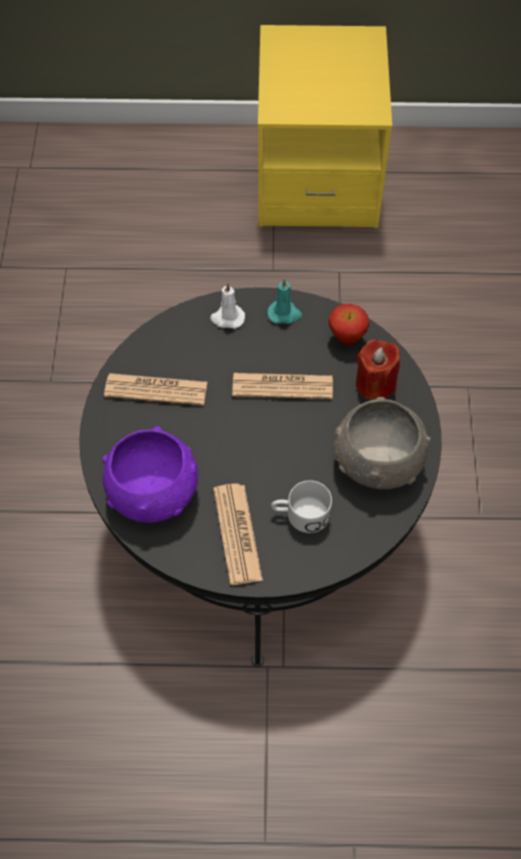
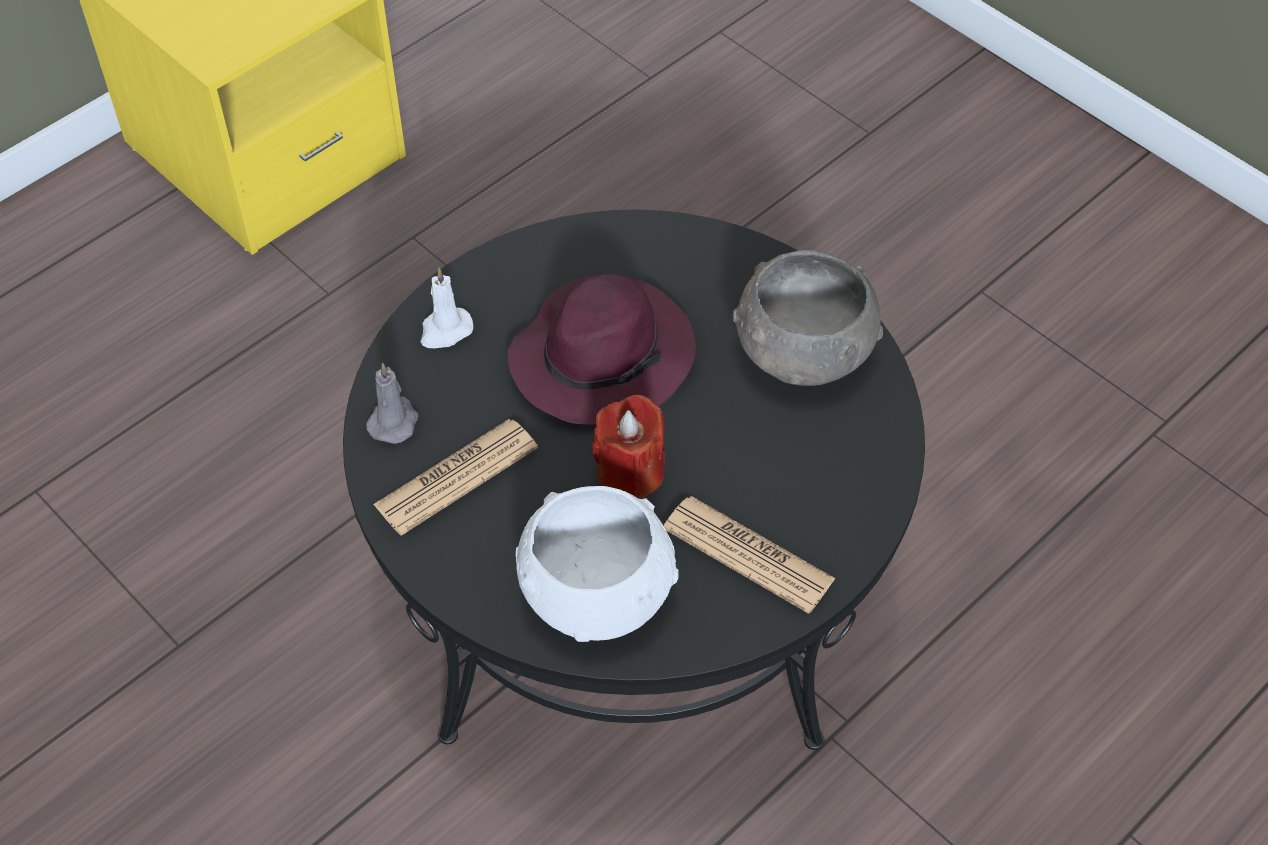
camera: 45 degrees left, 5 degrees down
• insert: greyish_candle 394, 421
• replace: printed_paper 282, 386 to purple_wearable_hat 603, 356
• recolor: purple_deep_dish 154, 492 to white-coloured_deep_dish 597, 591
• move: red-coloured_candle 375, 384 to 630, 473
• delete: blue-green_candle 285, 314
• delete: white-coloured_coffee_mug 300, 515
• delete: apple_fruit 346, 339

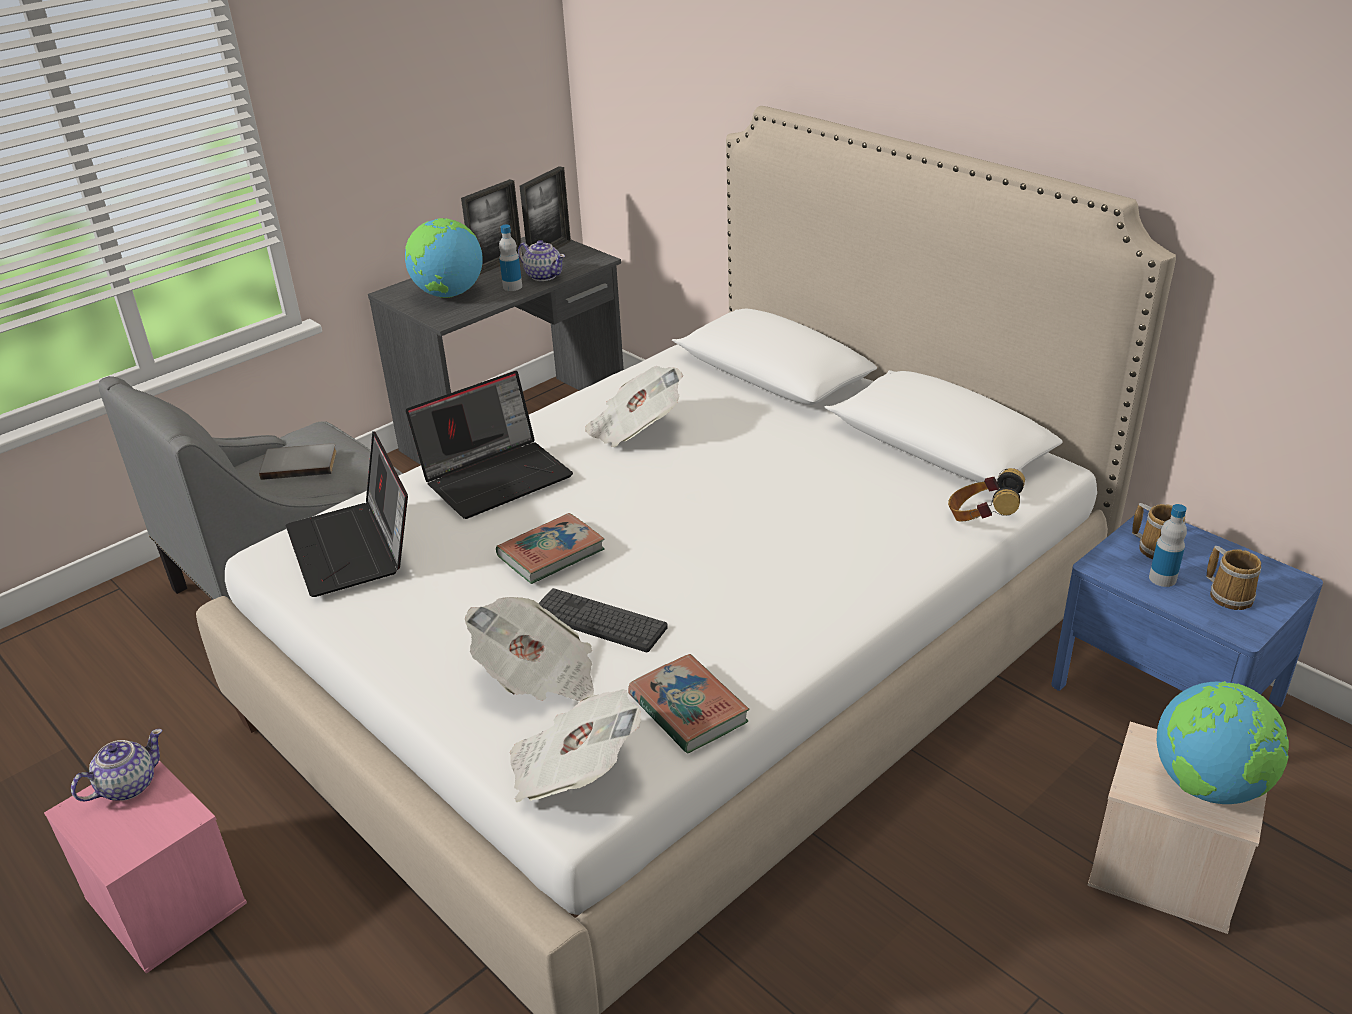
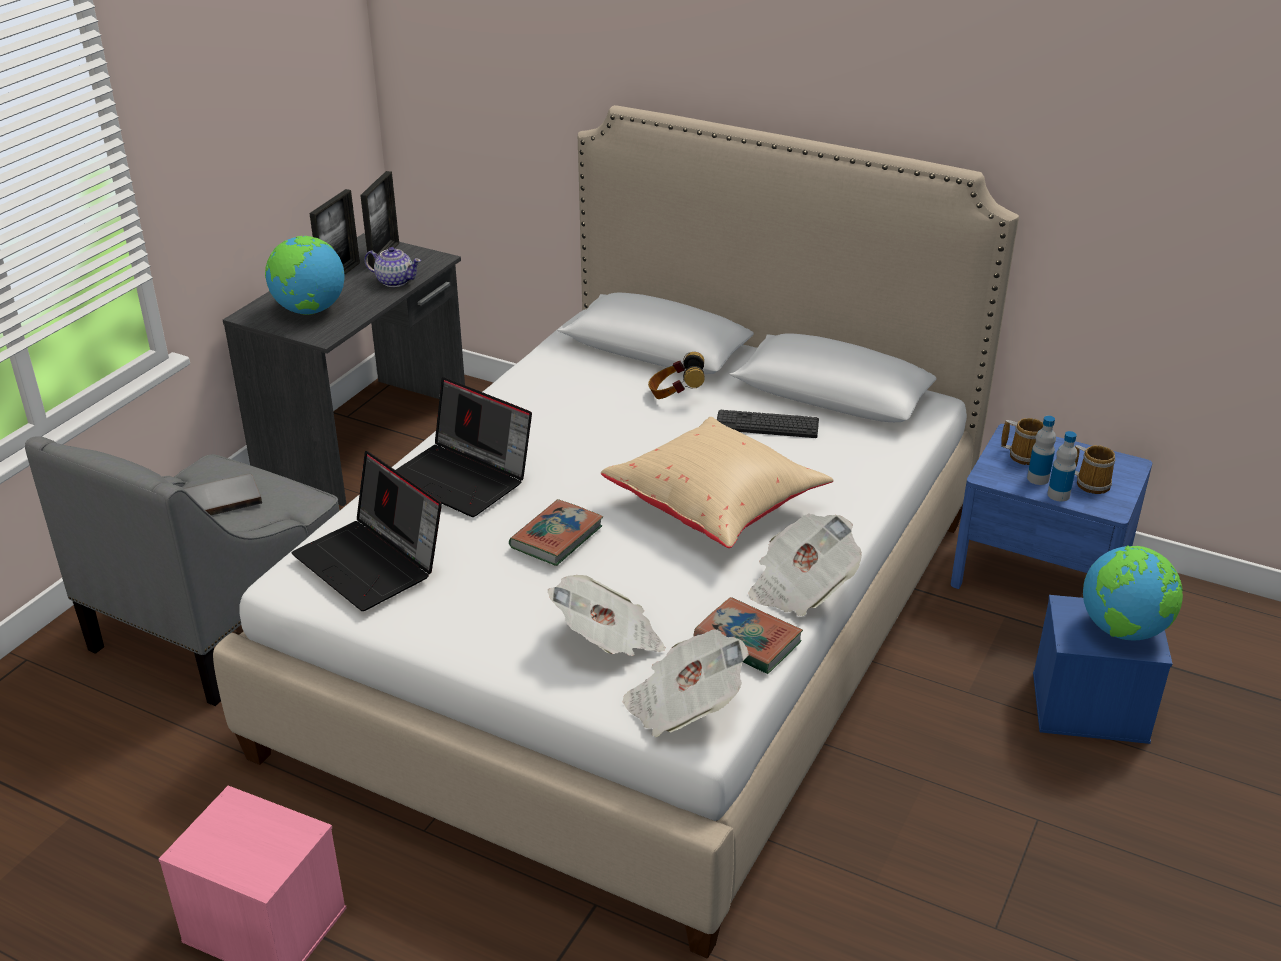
camera: 20 degrees left, 0 degrees up
• rotate: laptop 496, 476 = 463, 478 90 degrees clockwise
• insert: beige-coloured_pillow 716, 506
• move: headset 982, 518 to 675, 395
• move: PC_keyboard 598, 621 to 767, 425
• move: printed_paper 634, 429 to 800, 587
• recolor: beige-coloured_storage_bin 1162, 869 to blue-coloured_storage_bin 1088, 708
• move: bottle 512, 287 to 1058, 495
• delete: pot_for_tea 127, 786

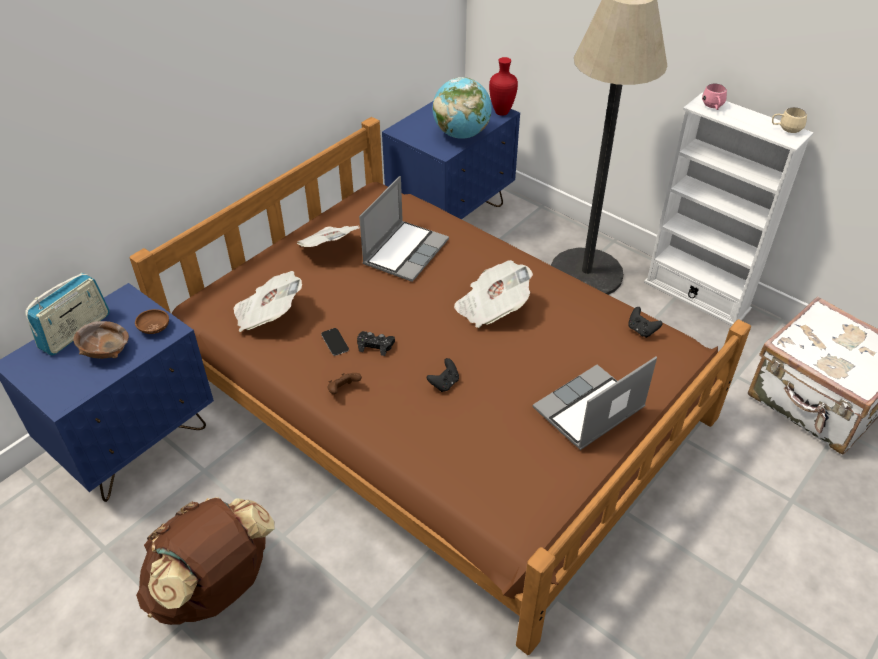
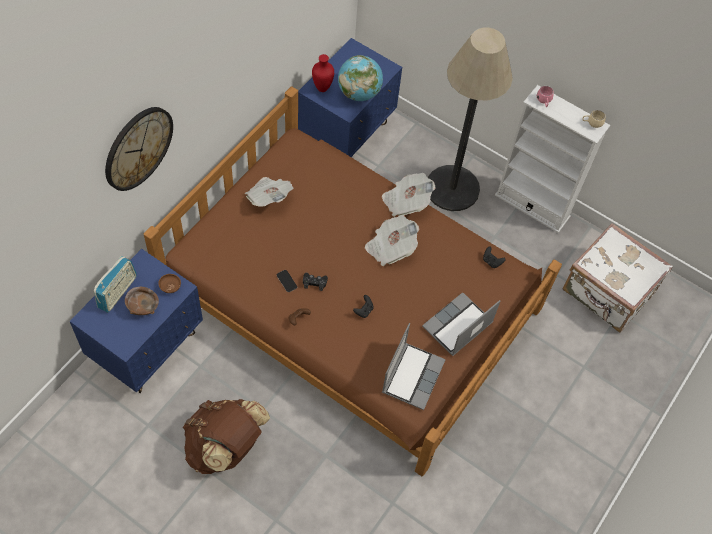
camera: 10 degrees left, 15 degrees up
• insert: hanging_clock 138, 148
• move: red-coloured_flower_vase 500, 112 to 321, 88
• move: printed_paper 268, 315 to 406, 202
• move: laptop 405, 251 to 412, 375

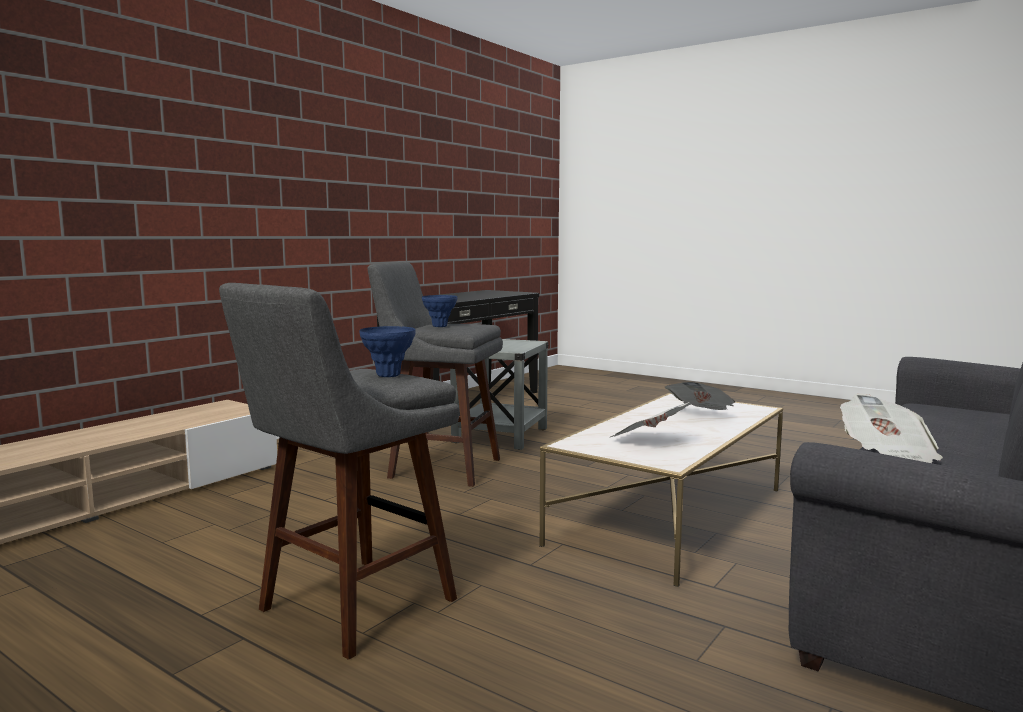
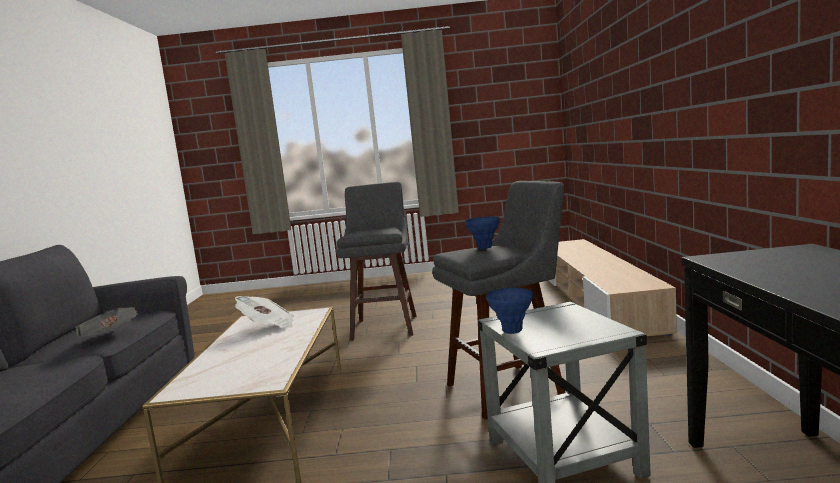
camera: 145 degrees right, 0 degrees up
• move: blue-coloured_flower_vase 388, 375 to 512, 331
• delete: printed_paper 701, 415

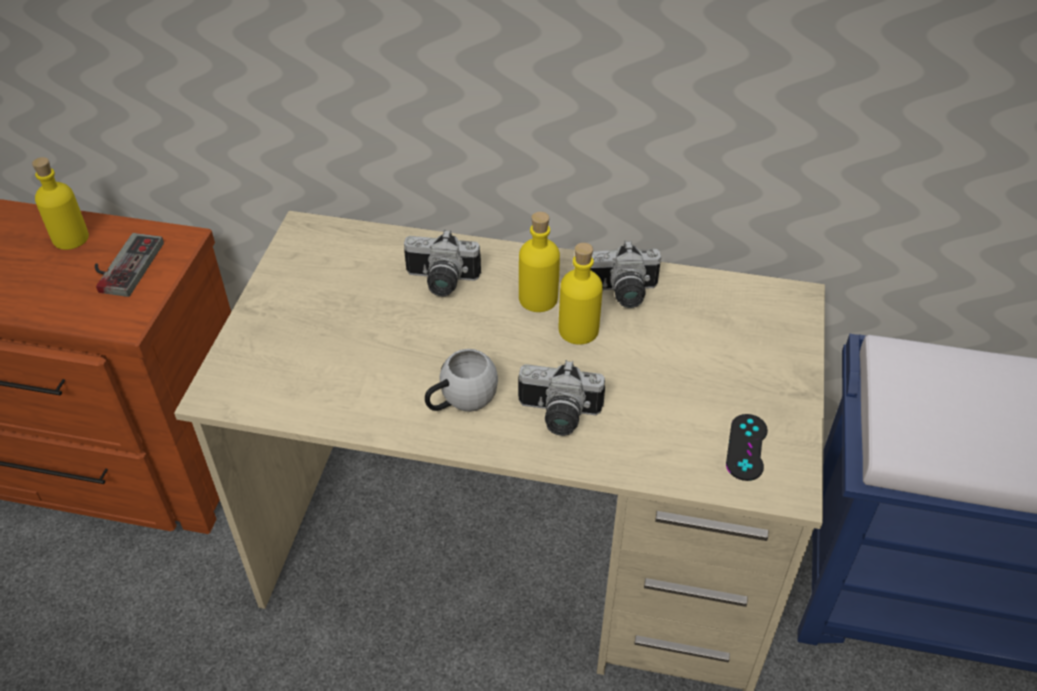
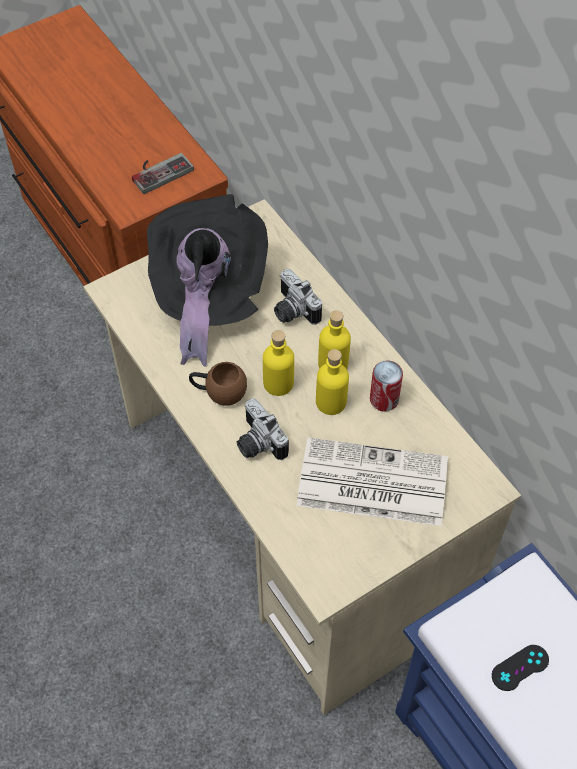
camera: 45 degrees right, 10 degrees up
• insert: blackish_wearable_hat 207, 297
• recolor: white-coloured_coffee_mug 460, 401 to brown-coloured_coffee_mug 219, 392
• move: yellow-coloured_bottle 71, 238 to 278, 383
• insert: printed_paper 370, 483
• replace: still_camera 621, 294 to sealed_can 384, 399
• move: blackish_gamepad 746, 447 to 520, 668

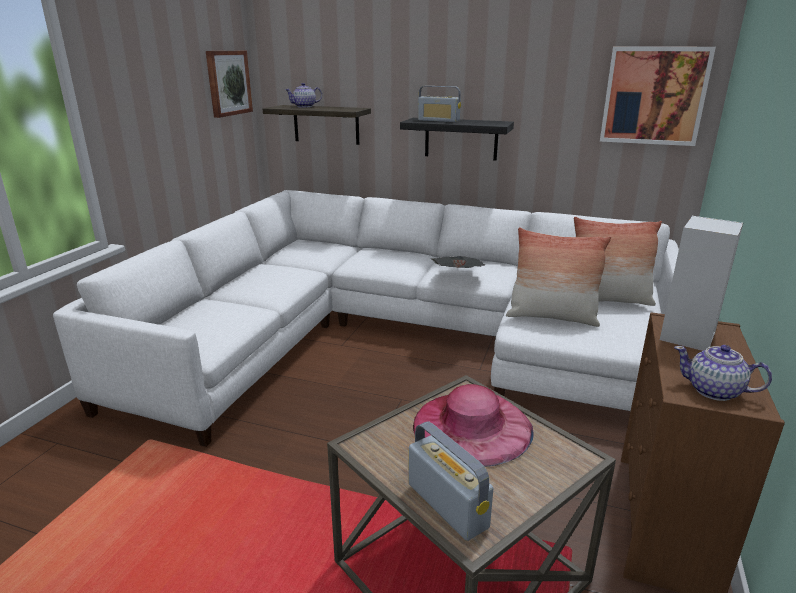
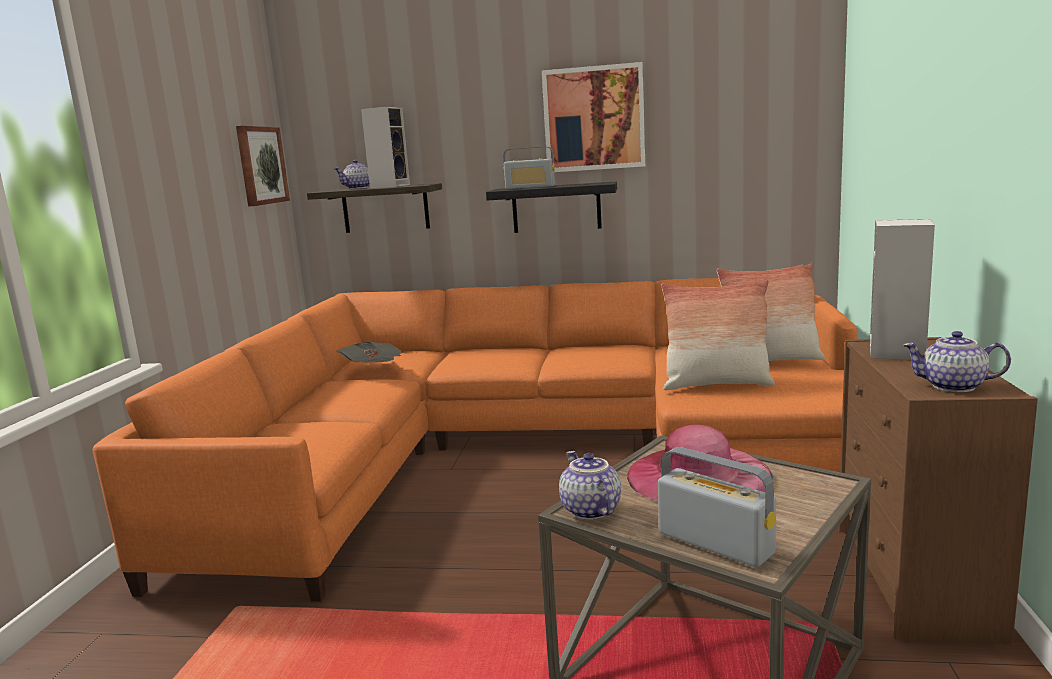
camera: 10 degrees left, 10 degrees down
• recolor: white-coloured_couch 401, 338 to orangey_couch 523, 452
• move: printed_paper 457, 276 to 374, 370
• insert: audio_speaker 390, 186
• move: wall_picture 653, 96 to 594, 118
• insert: pot_for_tea 589, 510

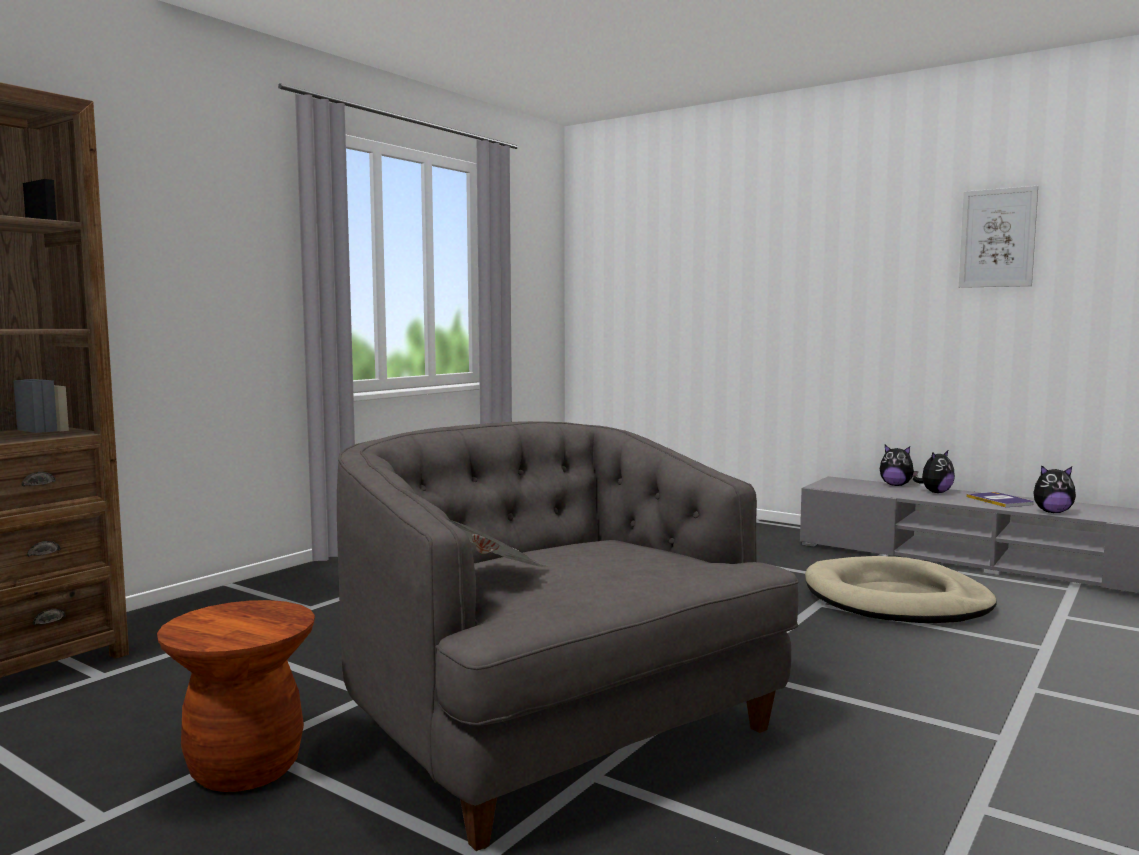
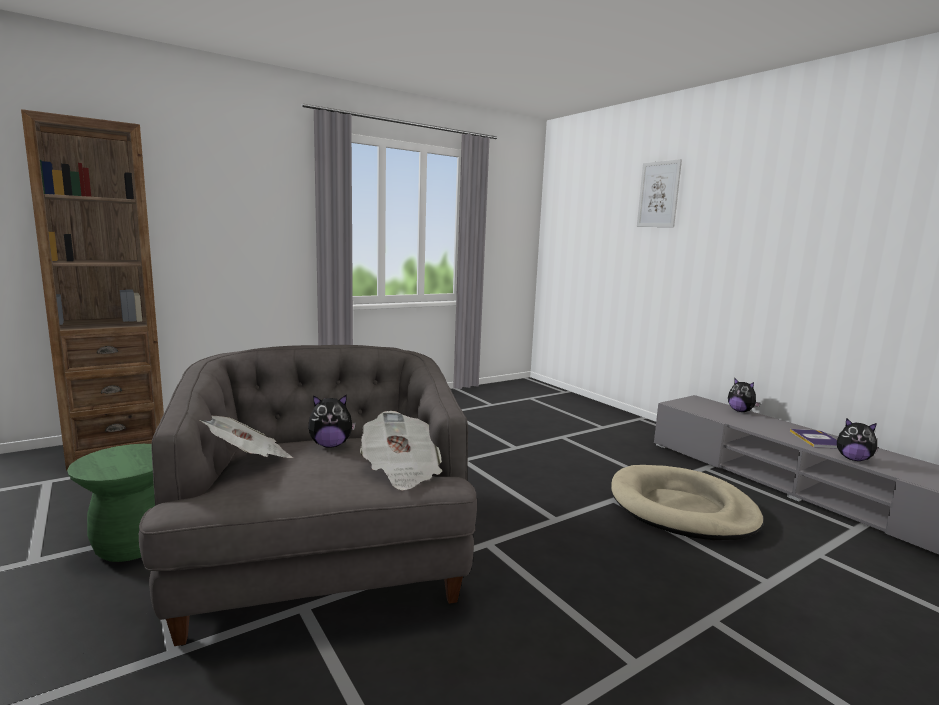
camera: 20 degrees right, 5 degrees up
• recolor: brown-coloured_stool_seat 245, 768 to green_stool_seat 132, 546
• move: cuddly_toy 935, 492 to 331, 445
• insert: printed_paper 401, 470
• move: wall_picture 997, 238 to 658, 194

